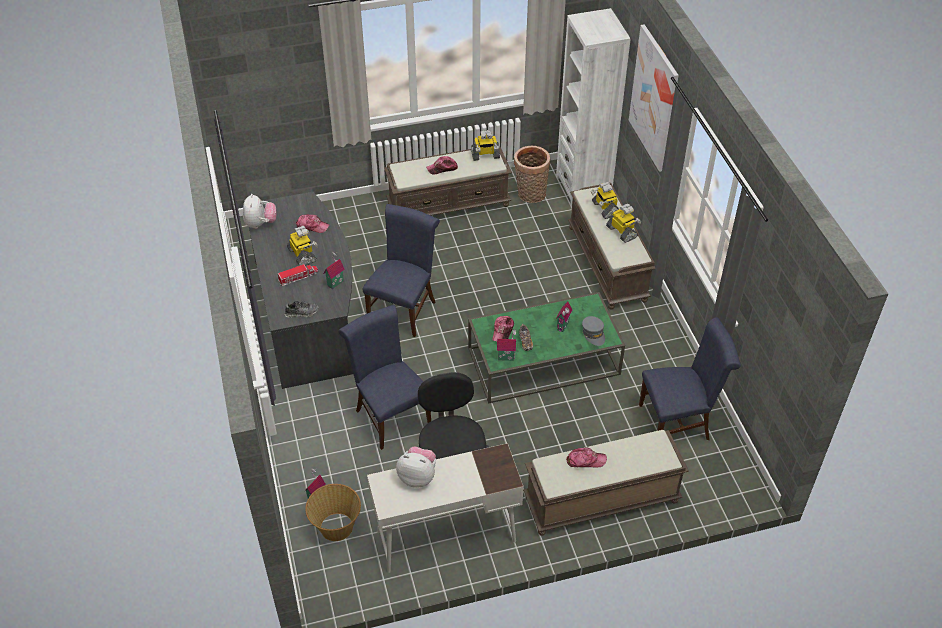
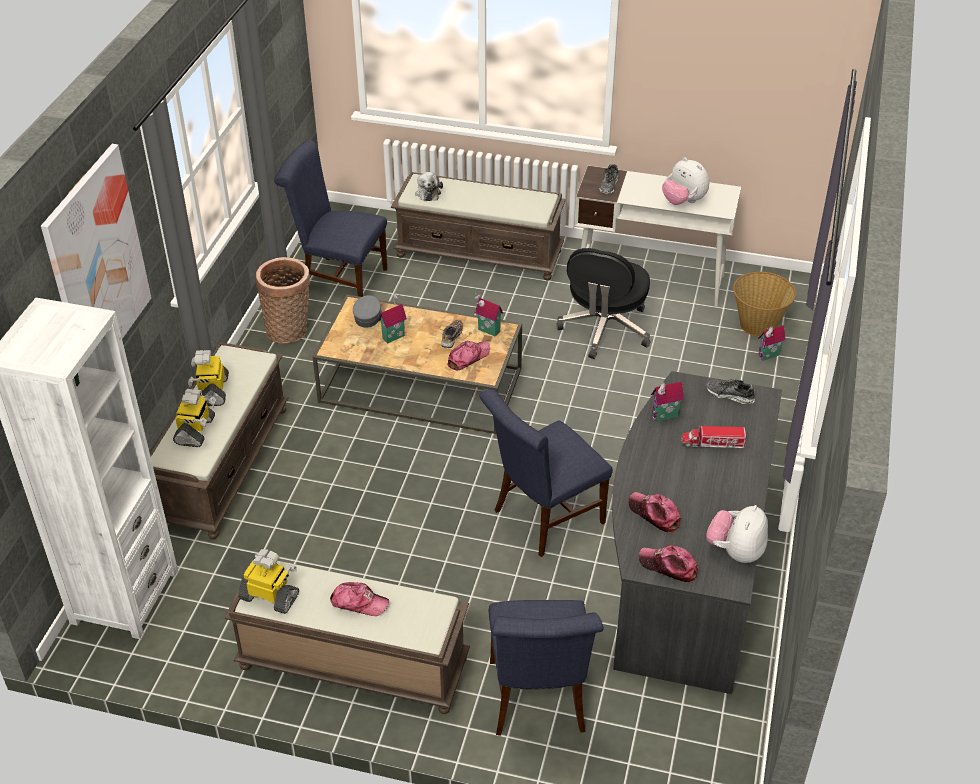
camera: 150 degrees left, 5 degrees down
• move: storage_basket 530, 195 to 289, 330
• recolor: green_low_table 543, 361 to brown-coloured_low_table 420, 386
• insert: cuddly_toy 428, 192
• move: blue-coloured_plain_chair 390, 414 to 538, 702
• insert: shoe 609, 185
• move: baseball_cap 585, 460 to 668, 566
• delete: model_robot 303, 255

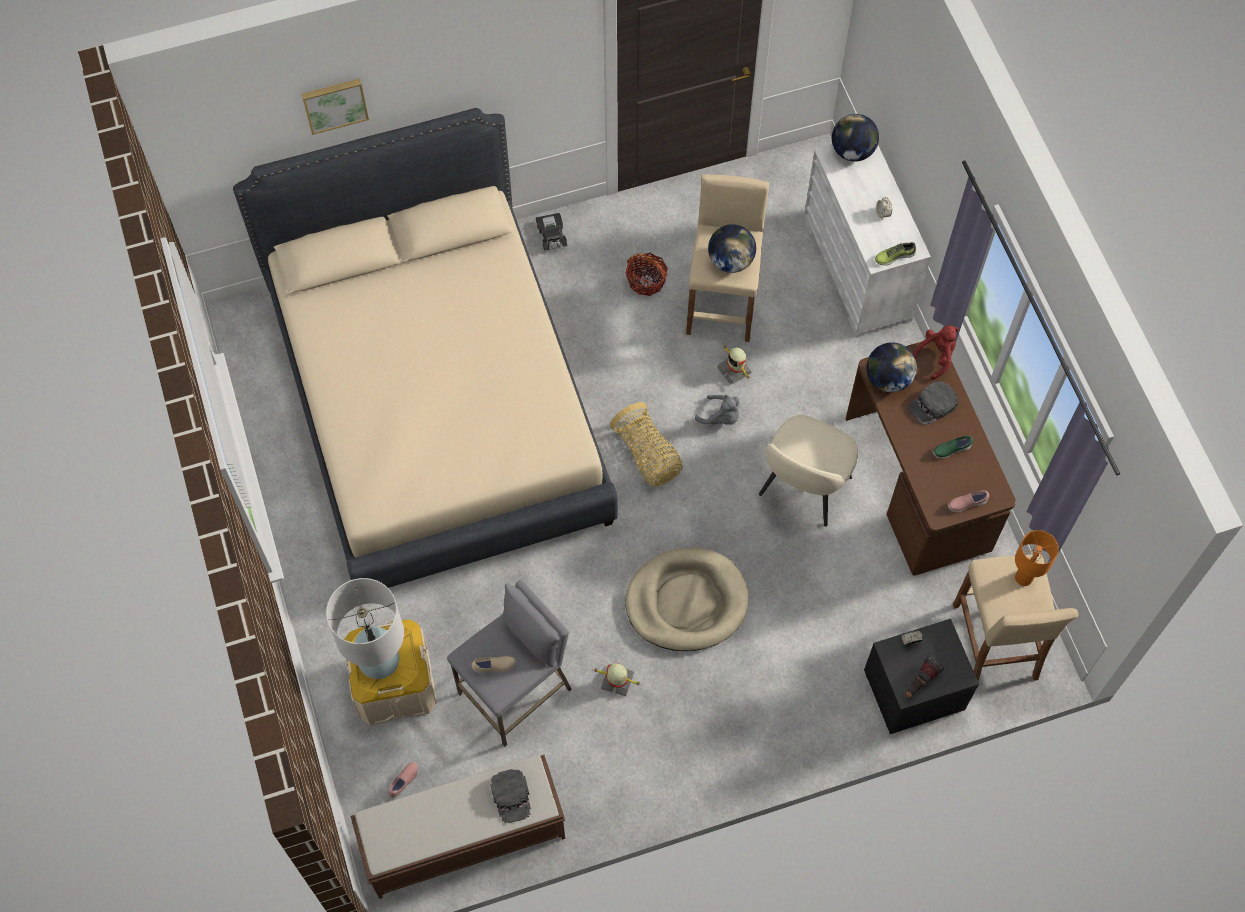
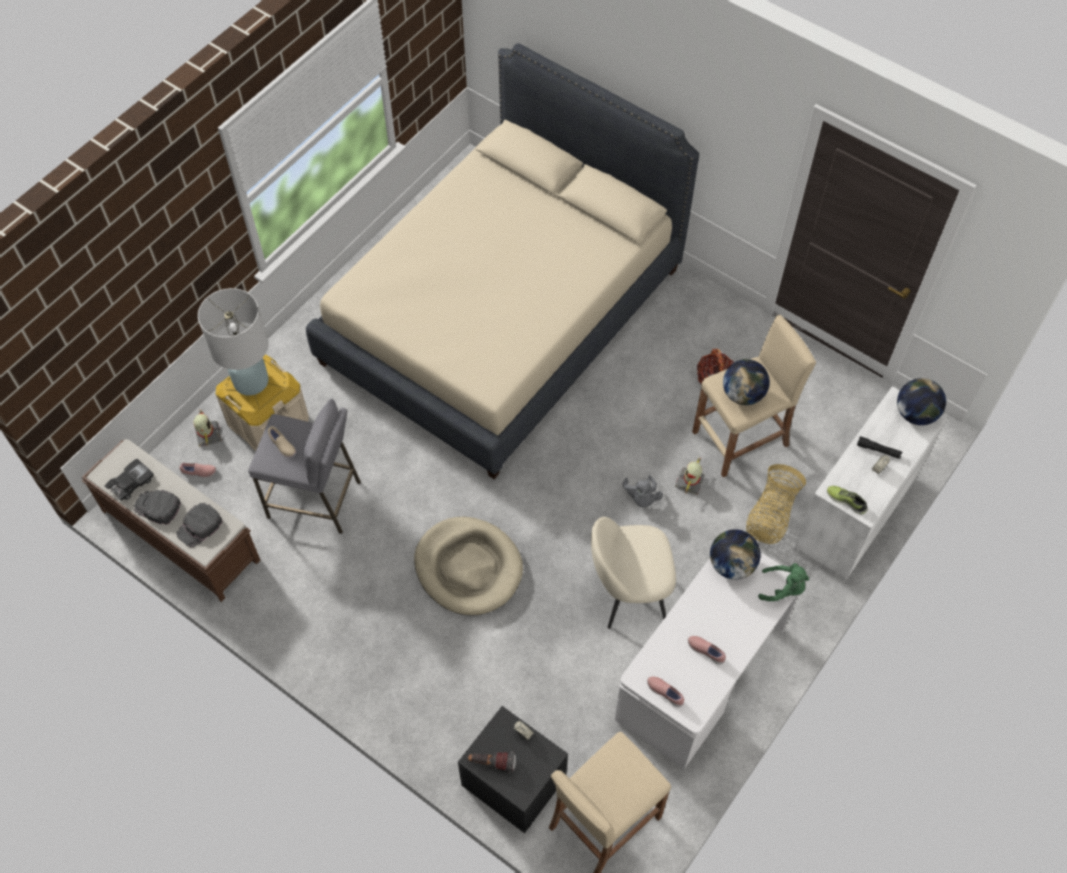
camera: 55 degrees right, 5 degrees down
• move: blackish_miniature_car 551, 235 to 131, 483
• move: blackish_baseball_cap 932, 406 to 157, 507
• move: model_robot 617, 681 to 207, 435
• recolor: brown-coloured_desk_unit 918, 484 to white-coloured_desk_unit 700, 675
• recolor: green_shoe 951, 449 to pink_shoe 706, 651
• move: storage_basket 647, 455 to 771, 515
• recolor: red-coloured_cuddly_toy 935, 357 to green_cuddly_toy 783, 588
• insert: blackish_flashlight 878, 450
• delete: wall_picture 334, 104
• delete: orangey_table_lamp 1024, 578

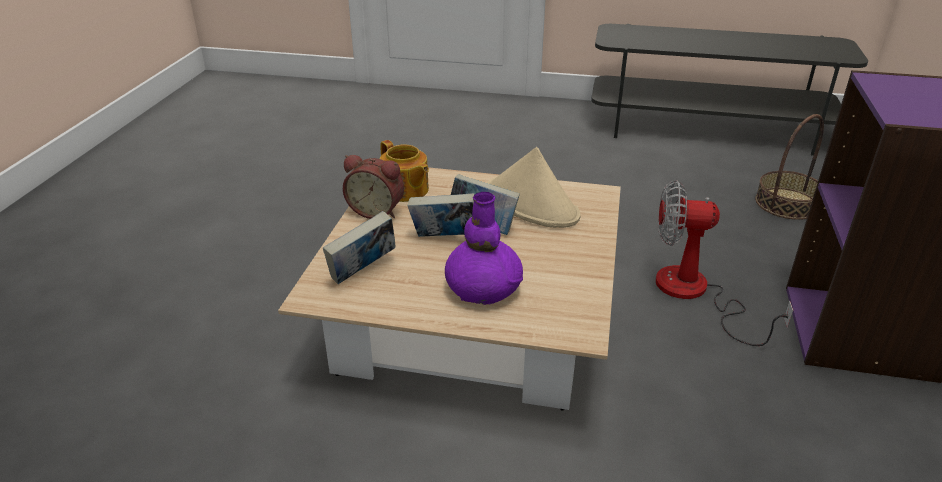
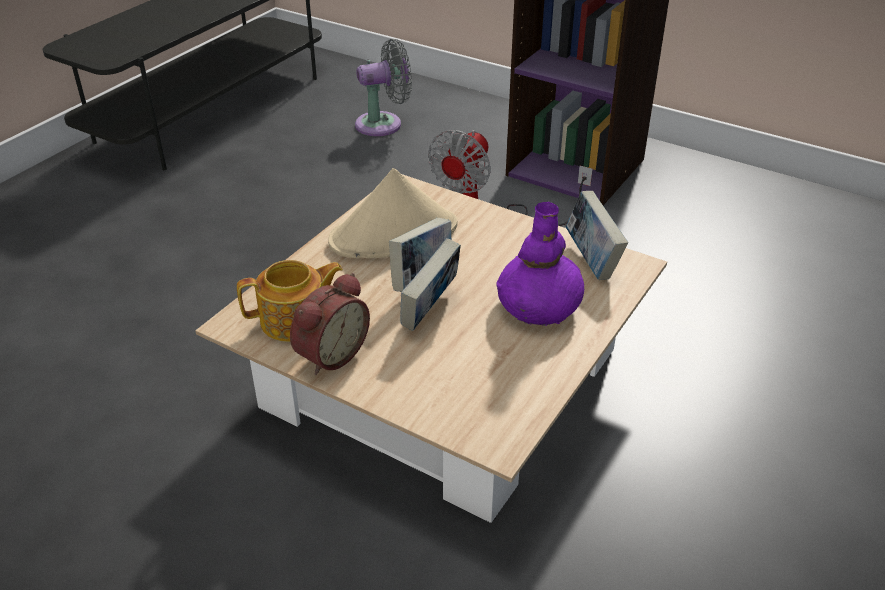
camera: 70 degrees left, 5 degrees up
• replace: storage_basket 787, 203 to greyish_electric_fan 383, 124
• move: volume 363, 272 to 592, 261

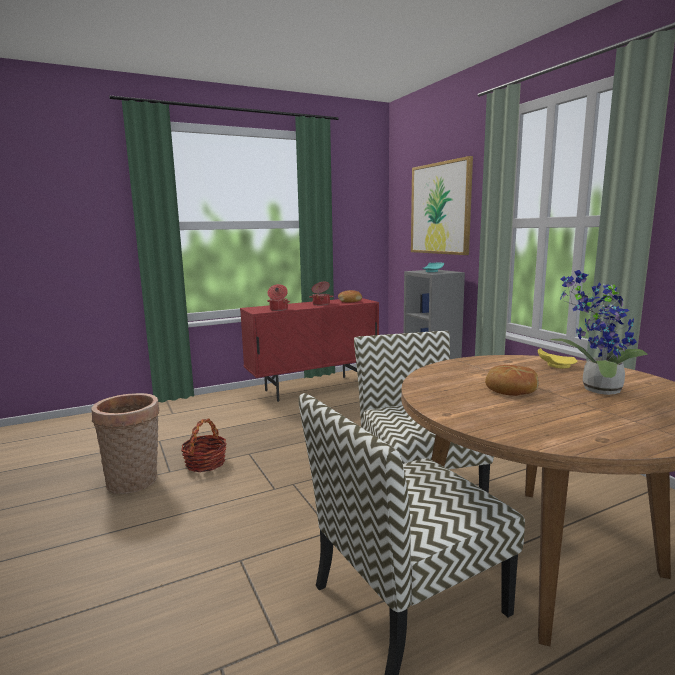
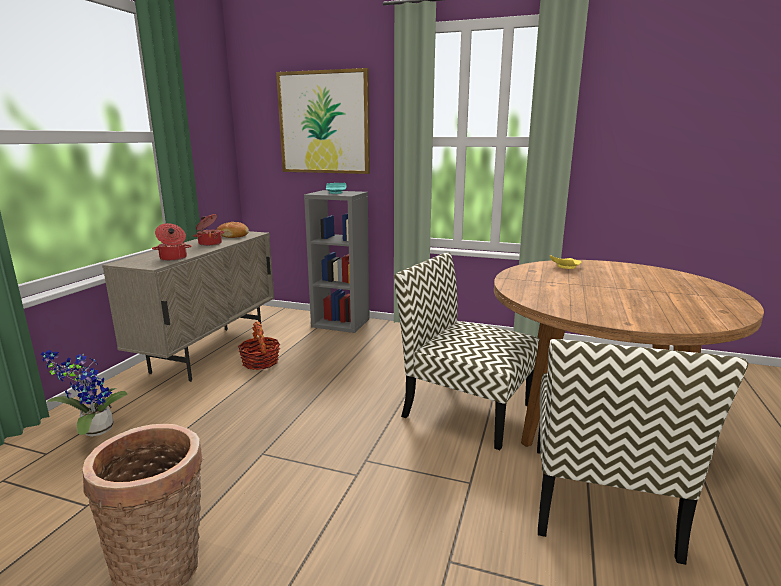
camera: 45 degrees left, 5 degrees up
• move: plant_in_a_pot 596, 389 to 93, 431
• recolor: red-coloured_storage_cabinet 313, 388 to beige-coloured_storage_cabinet 210, 352
• move: storage_basket 205, 463 to 260, 362
• delete: bread 511, 389

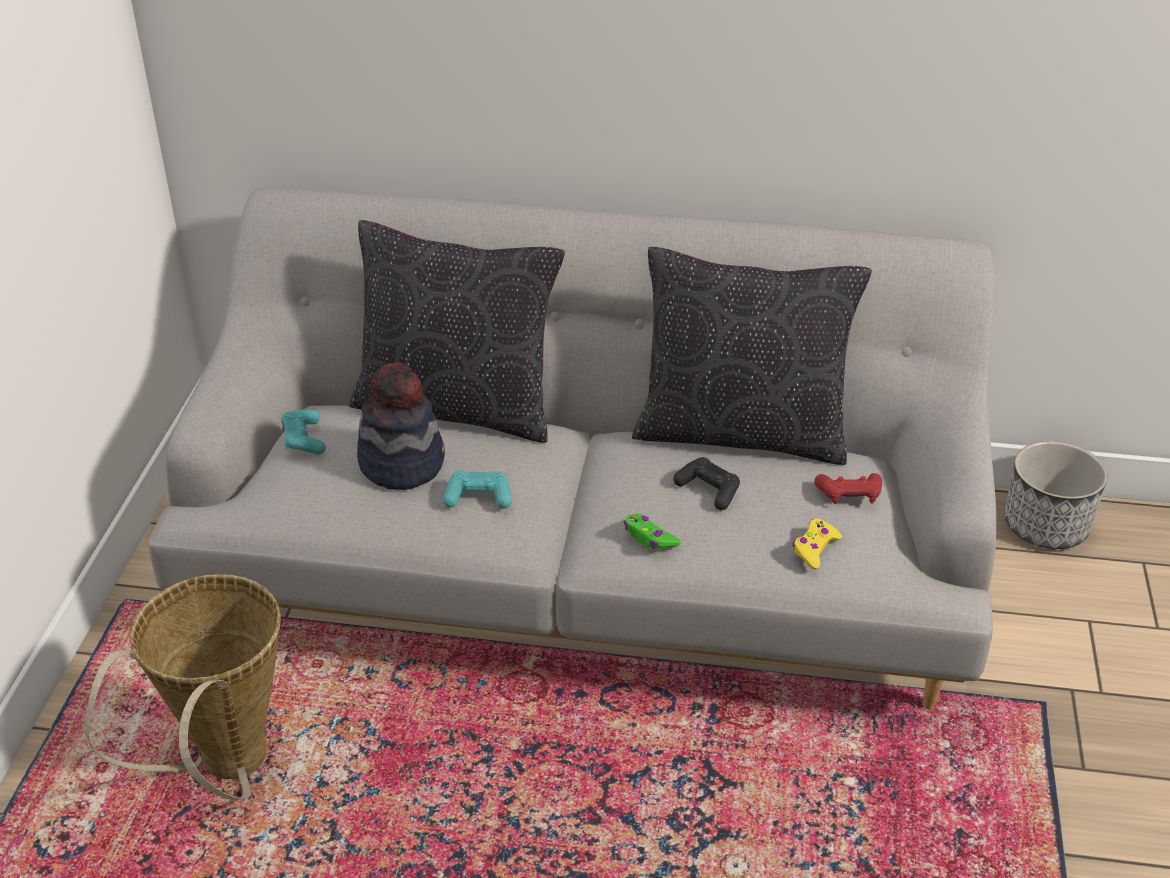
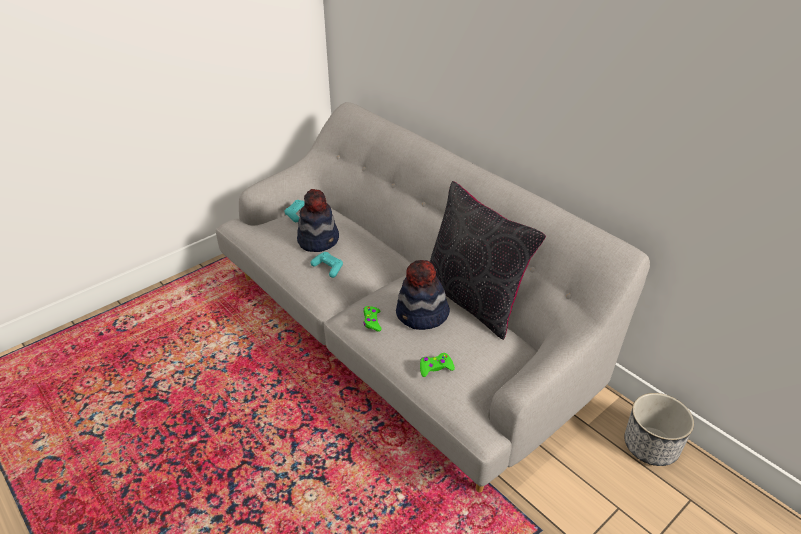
camera: 40 degrees right, 0 degrees up
• replace: blackish_gamepad 708, 490 to wearable_hat 422, 315
• recolor: yellow-coloured_gamepad 814, 548 to green_gamepad 435, 368
• delete: storage_basket 226, 770
• delete: blackish_pillow 457, 406
• delete: red-coloured_gamepad 849, 495

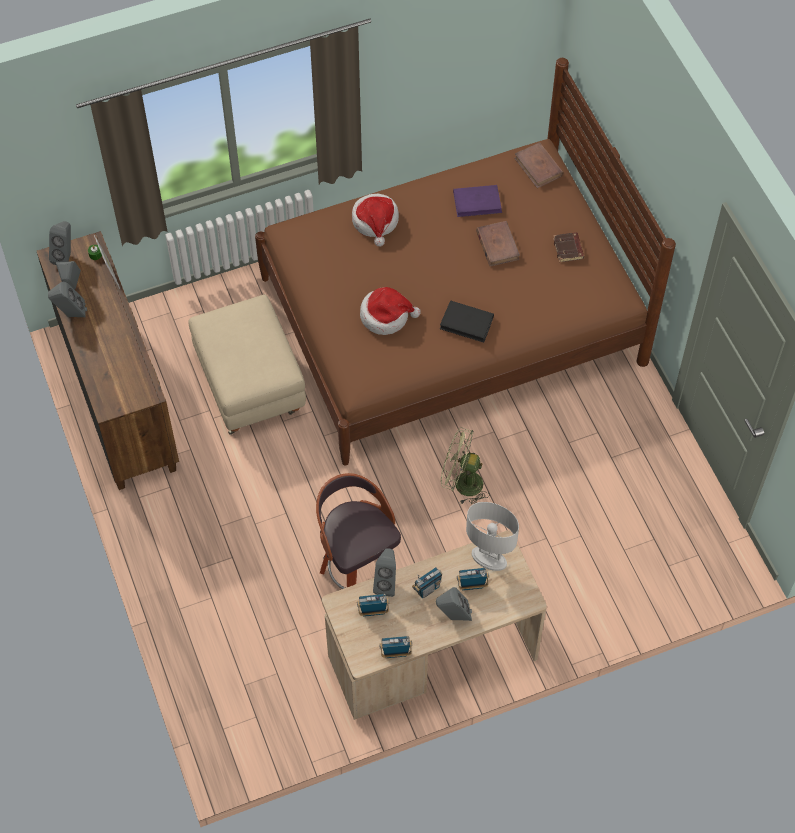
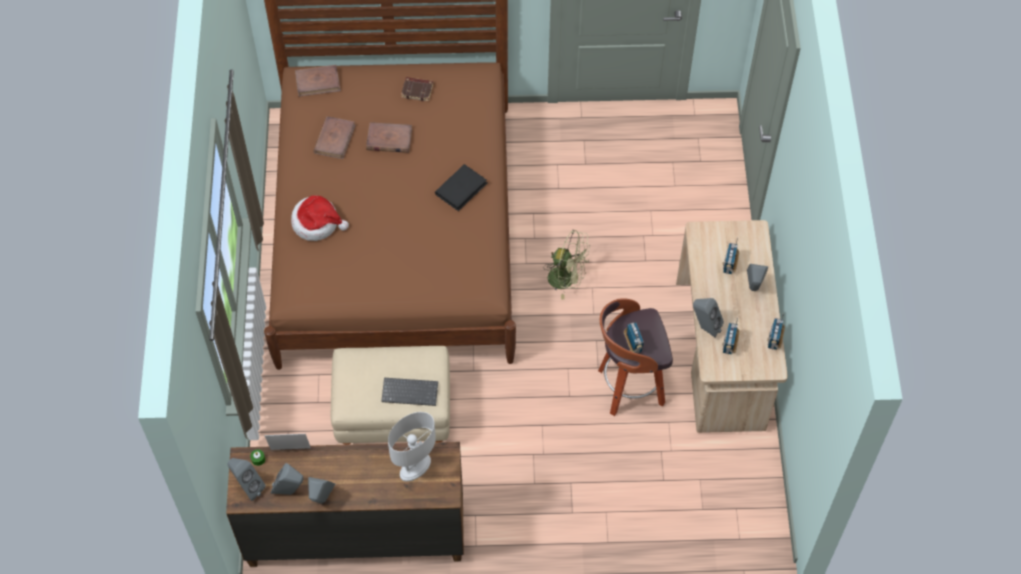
camera: 70 degrees left, 0 degrees up
• recolor: purple_volume 477, 202 to brown-coloured_volume 334, 139
• insert: PC_keyboard 410, 391
• move: white-coloured_table_lamp 489, 558 to 415, 467
• rotate: green_electric_fan 462, 483 = 567, 279 105 degrees counterclockwise
• move: radio_receiver 427, 589 to 633, 345
• delete: wearable_hat 386, 316

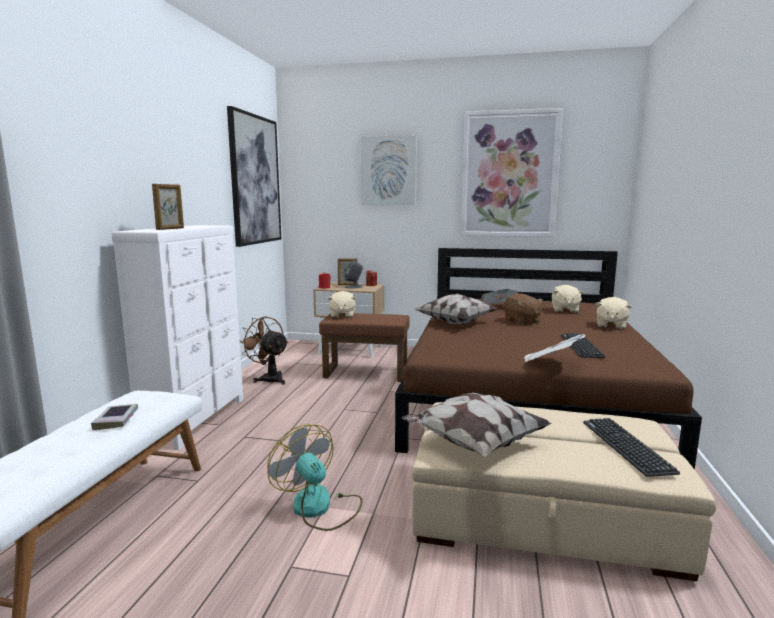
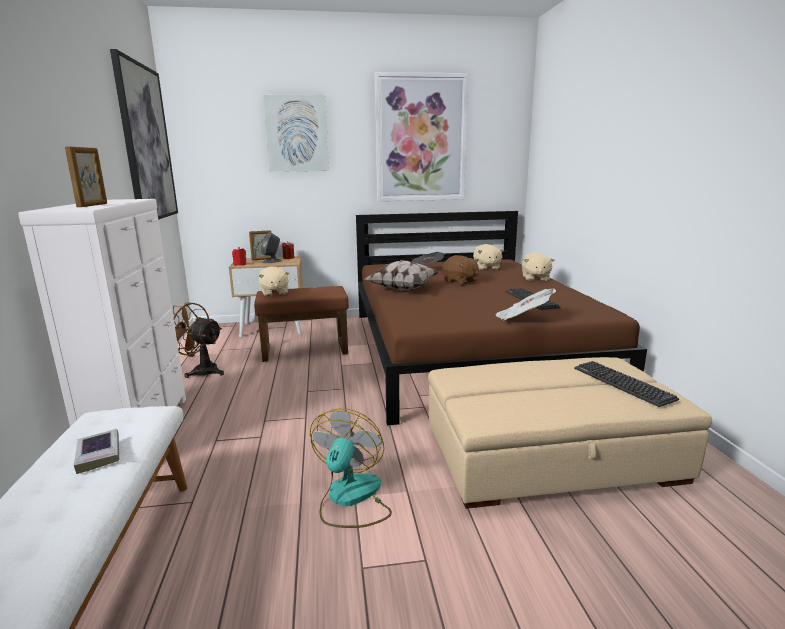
camera: 20 degrees left, 5 degrees up
• rotate: electric_fan 319, 508 = 350, 499 75 degrees clockwise
• delete: pillow 473, 443

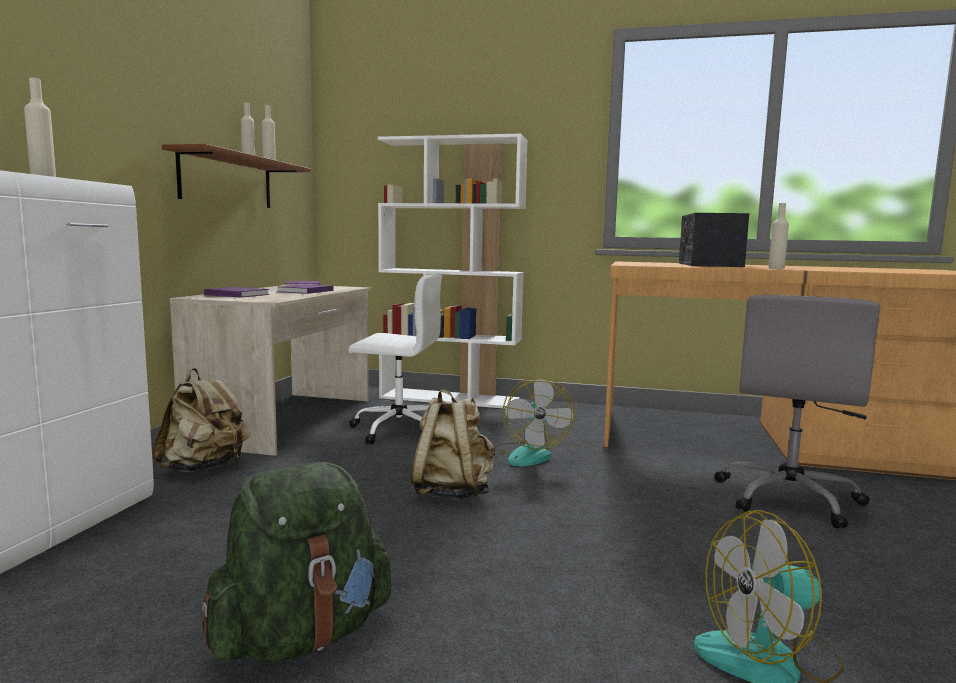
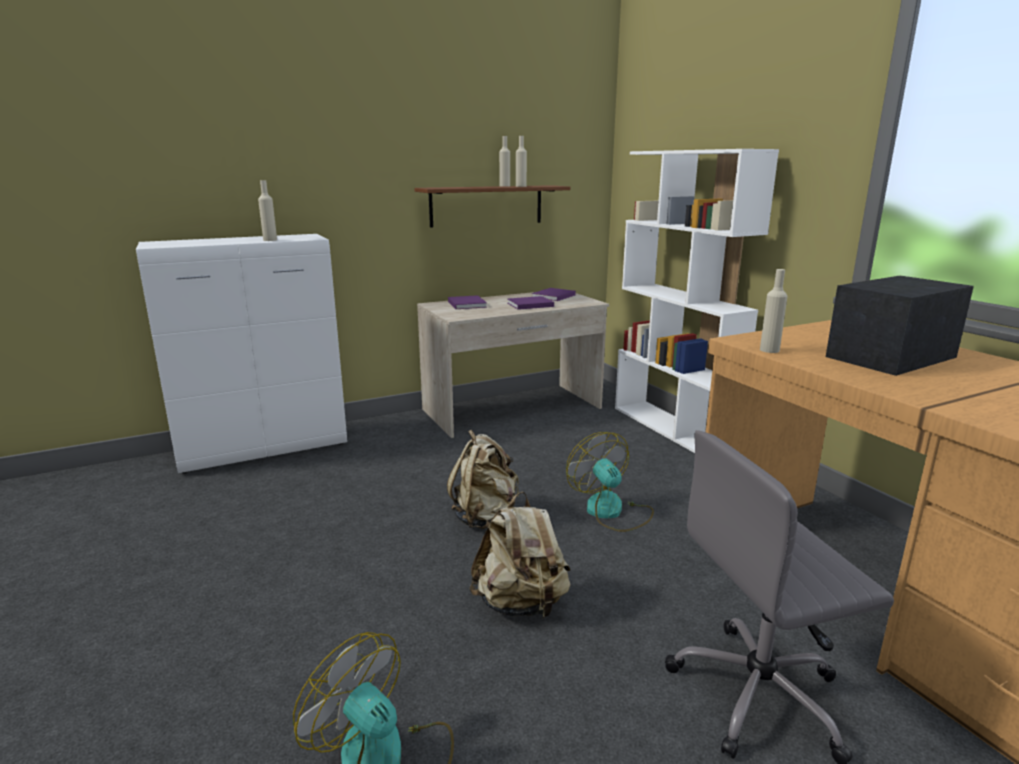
camera: 50 degrees right, 10 degrees up
• move: beige-coloured_backpack 204, 468 to 521, 604
• rotate: electric_fan 527, 454 = 611, 512 105 degrees clockwise
• move: beige-coloured_bottle 776, 268 to 769, 350
• delete: green_backpack 302, 636
• delete: white-coloured_desk_chair 397, 429

